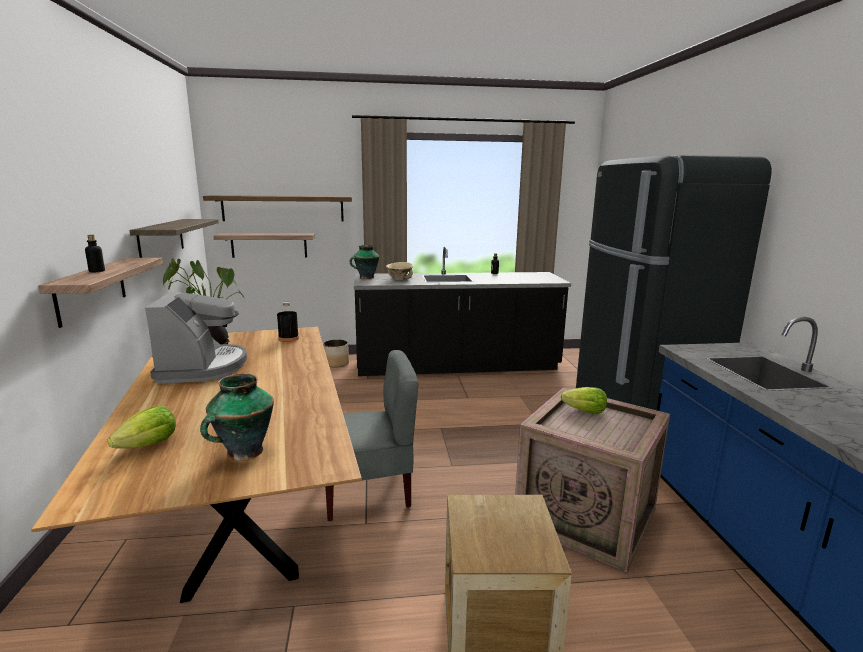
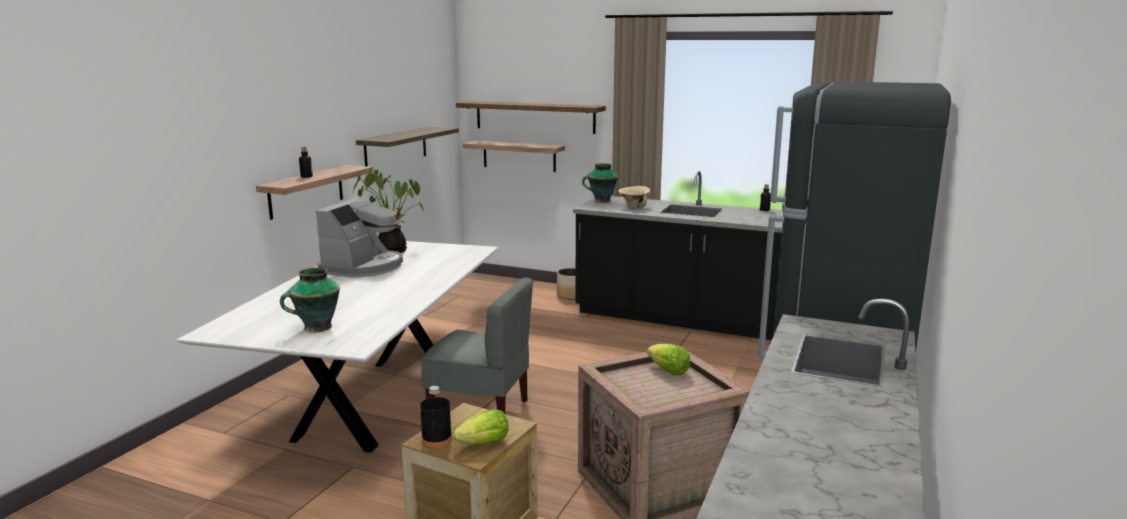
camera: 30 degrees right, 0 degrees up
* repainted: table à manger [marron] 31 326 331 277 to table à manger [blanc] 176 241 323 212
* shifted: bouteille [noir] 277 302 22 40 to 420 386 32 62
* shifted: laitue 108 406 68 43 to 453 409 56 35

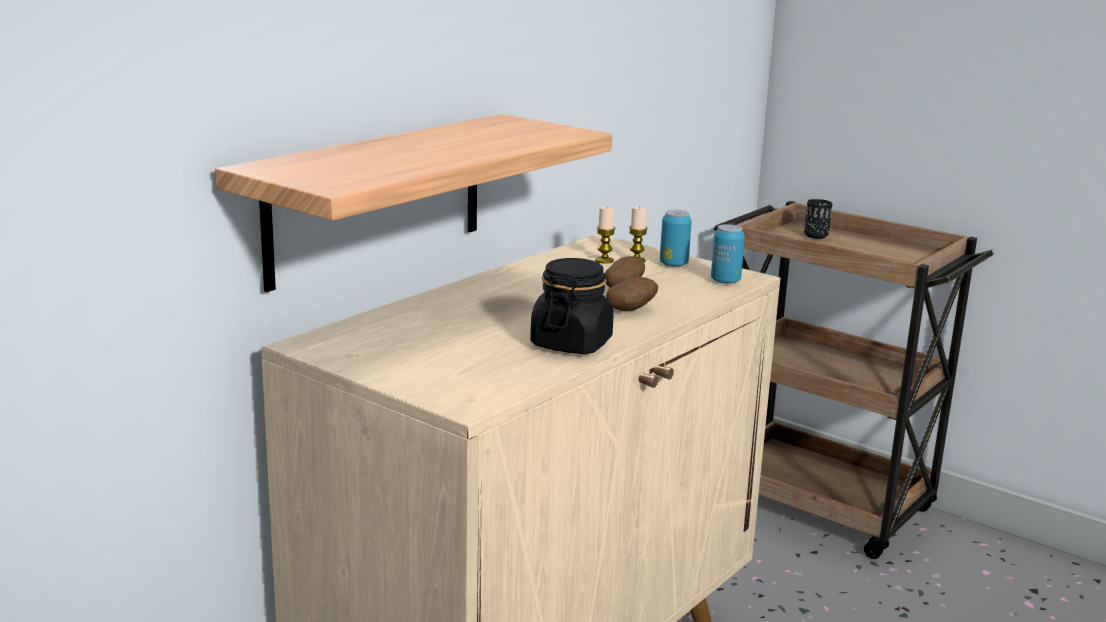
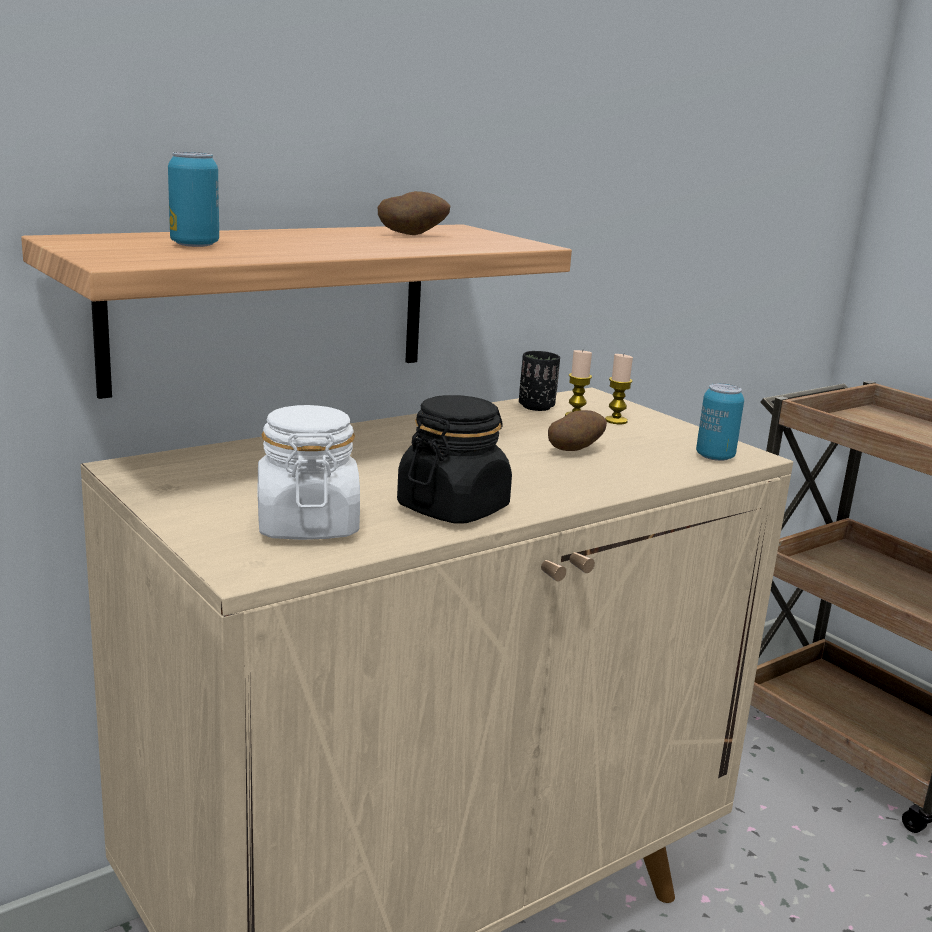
camera: 15 degrees right, 0 degrees up
* shifted: boîte métallique 660 210 32 57 to 168 152 51 95
* new: bocal [blanc] 258 405 102 135
* shifted: pomme de terre 607 277 51 34 to 378 191 72 44
* shifted: tasse [noir] 804 199 28 40 to 519 351 41 60

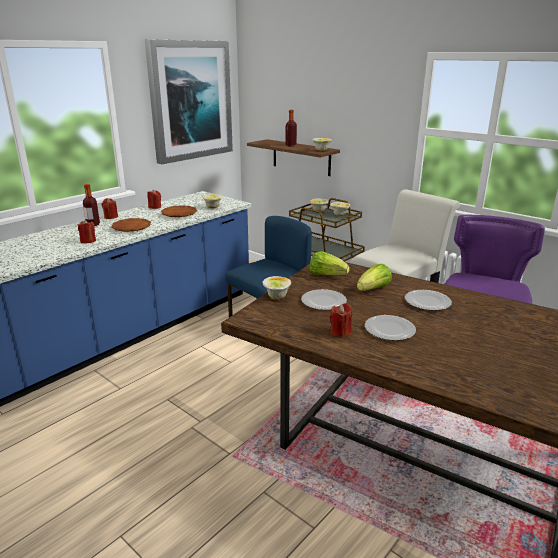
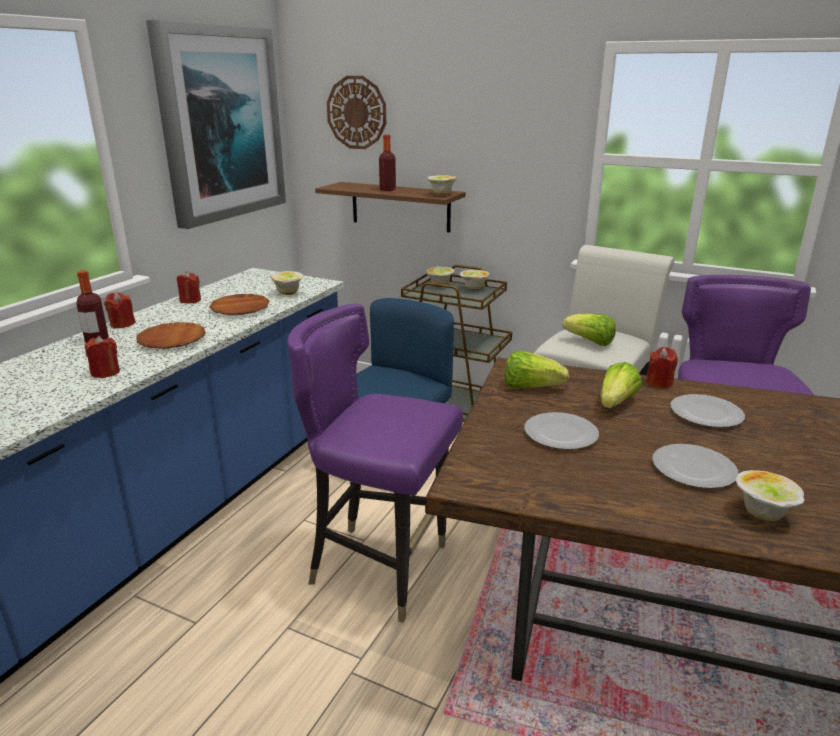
camera: 15 degrees left, 0 degrees up
* new: chaise [violet] 287 303 176 320
* new: horloge murale 327 76 59 73
* new: laitue 563 314 53 32
* shifted: bougie [rouge] 330 303 22 34 to 647 347 31 41
* shifted: bol 262 276 29 24 to 736 470 68 52

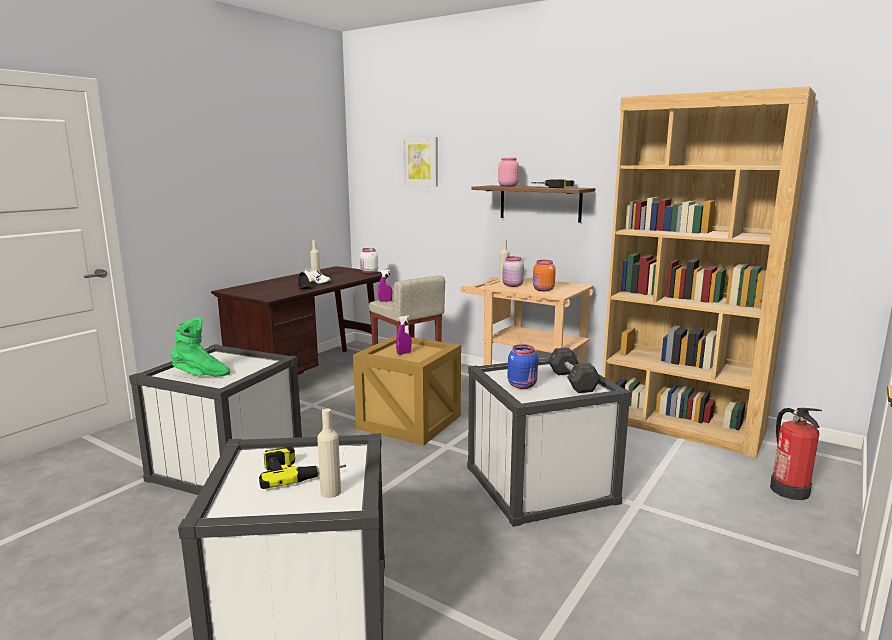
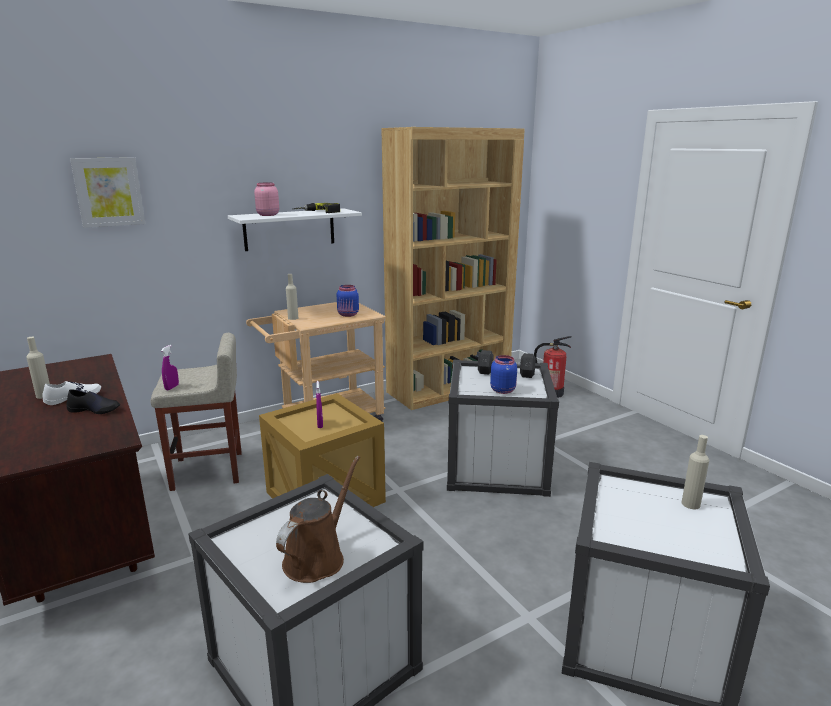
camera: 65 degrees left, 5 degrees up
* repainted: étagère [marron] 471 185 124 38 to étagère [blanc] 228 208 134 43
* swapped: botte [vert] 171 318 59 58 to arrosoir [marron] 276 456 84 127
* repainted: bocal [orange] 533 260 23 31 to bocal [bleu] 337 285 22 32
* gone: perceuse 259 446 87 43
* gone: bocal [blanc] 360 248 18 26
* gone: bocal [rose] 502 256 22 31

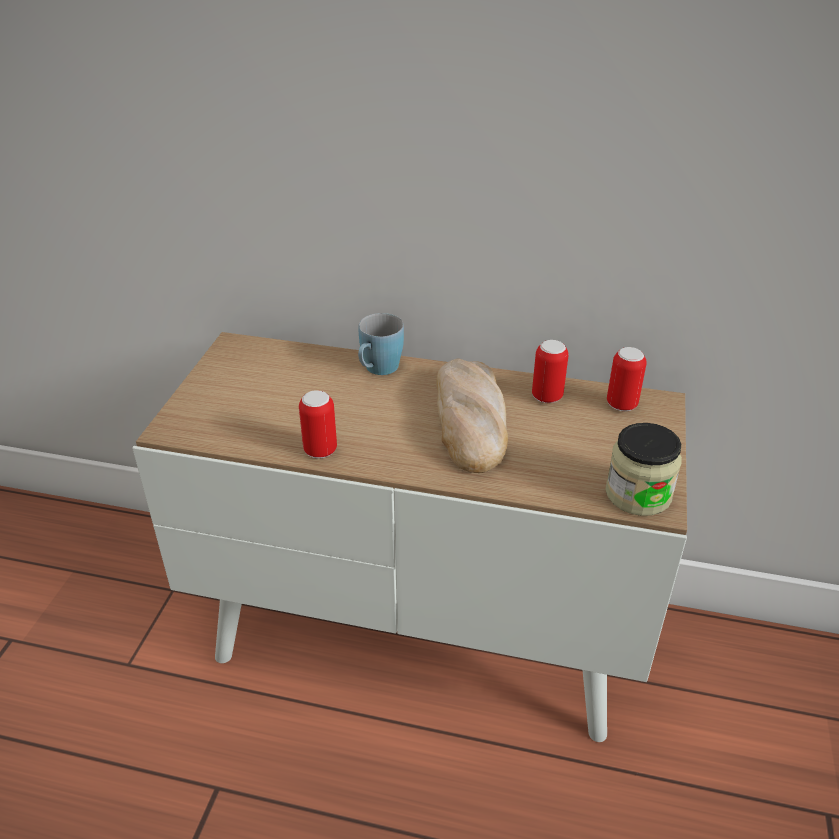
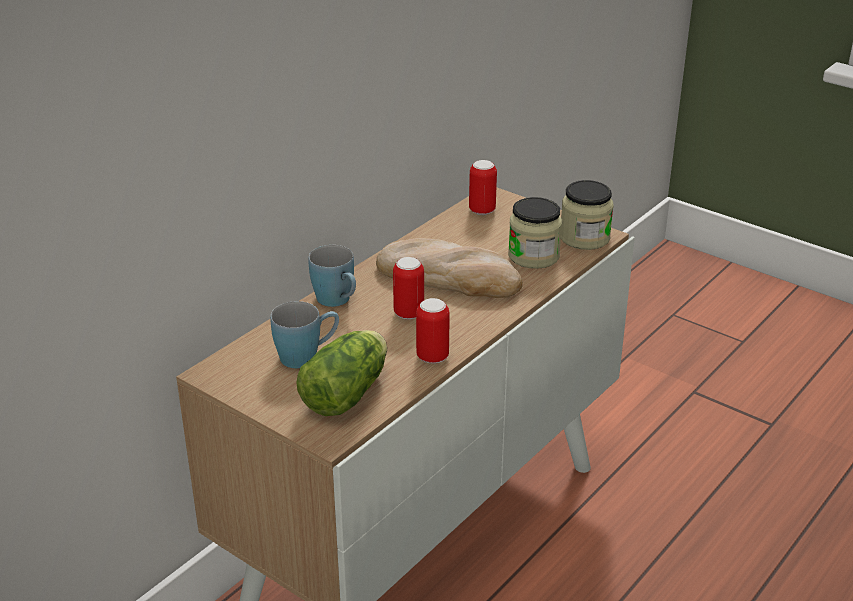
camera: 65 degrees left, 5 degrees down
* new: mug [bleu] 270 301 69 67
* new: laitue 297 330 90 86
* shifted: boîte métallique 532 340 37 63 to 393 257 31 63
* new: bocal 508 197 54 72

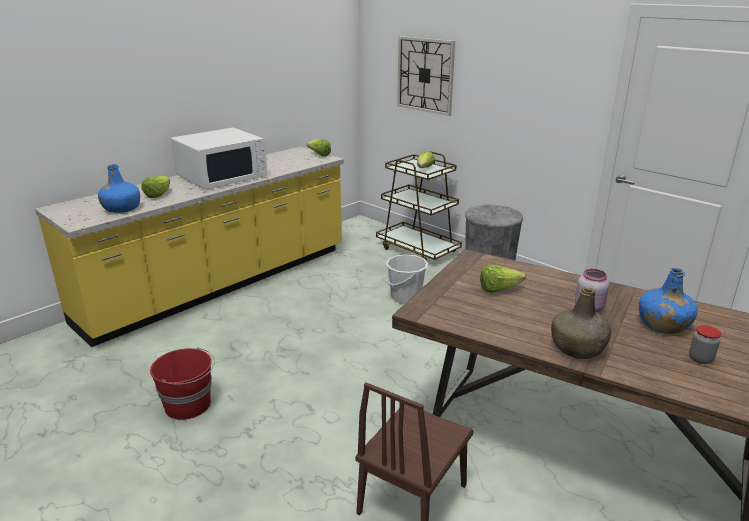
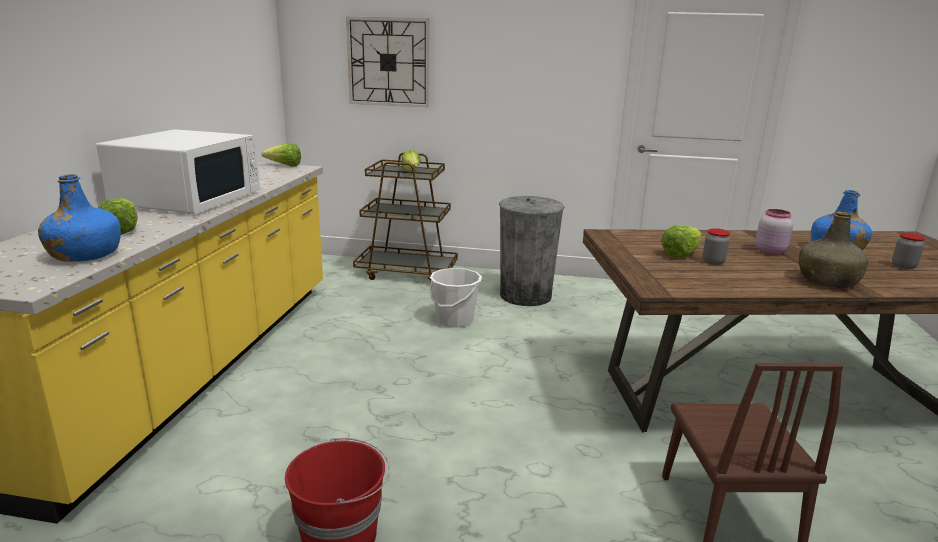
camera: 35 degrees left, 5 degrees down
* new: bocal 703 228 27 37

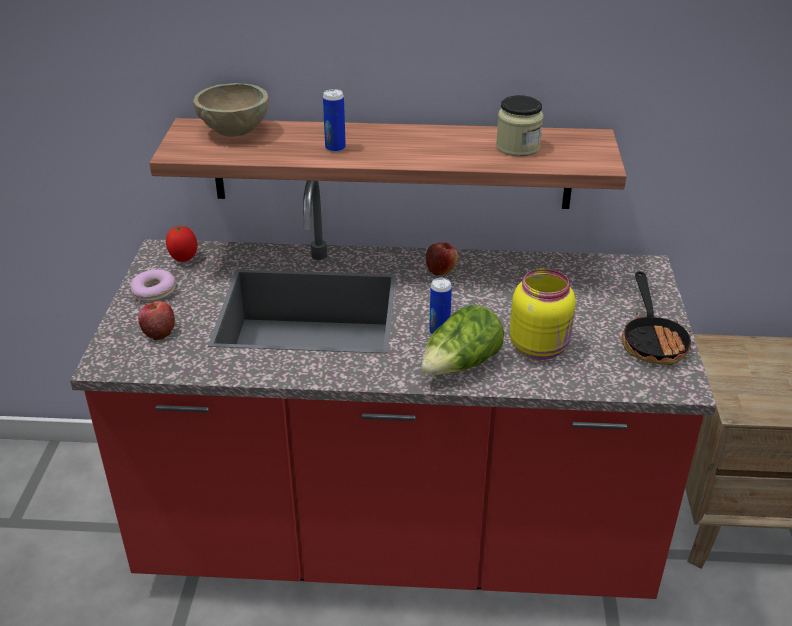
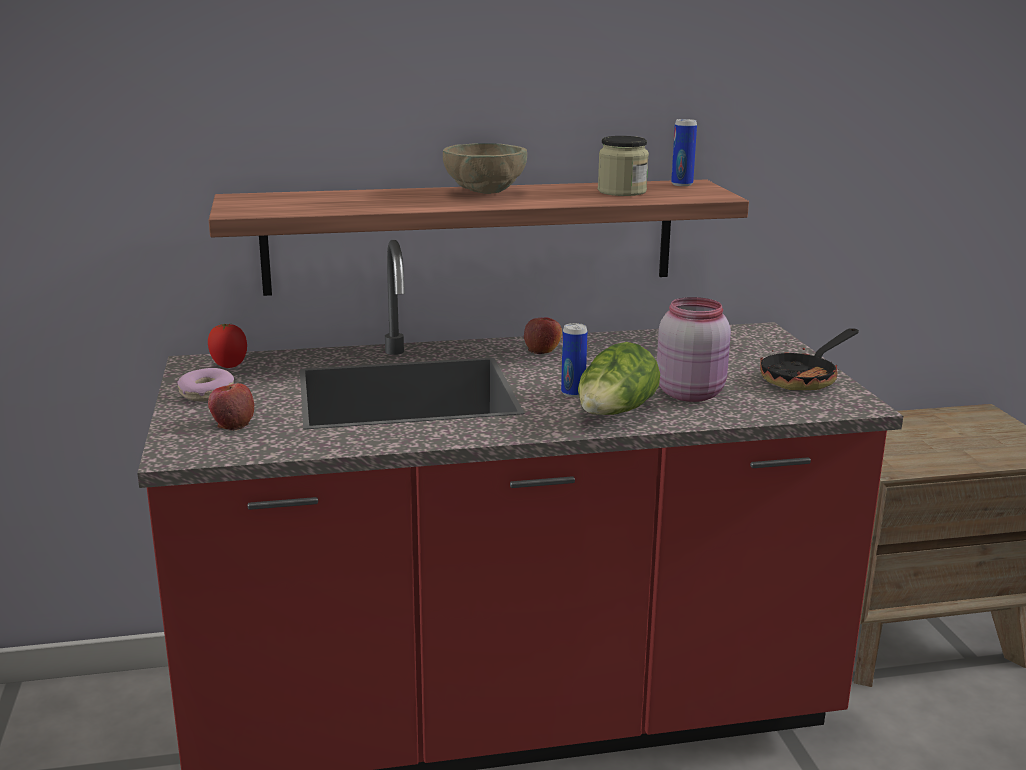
camera: 15 degrees left, 15 degrees down
* shifted: bol [beige] 193 83 76 54 to 443 143 84 51
* repainted: bocal [jaune] 510 268 66 92 to bocal [rose] 657 297 74 105
* shifted: boîte métallique 323 89 23 64 to 671 119 26 67
* rotated: poêle 621 271 74 94 = 760 328 99 62 60 degrees clockwise

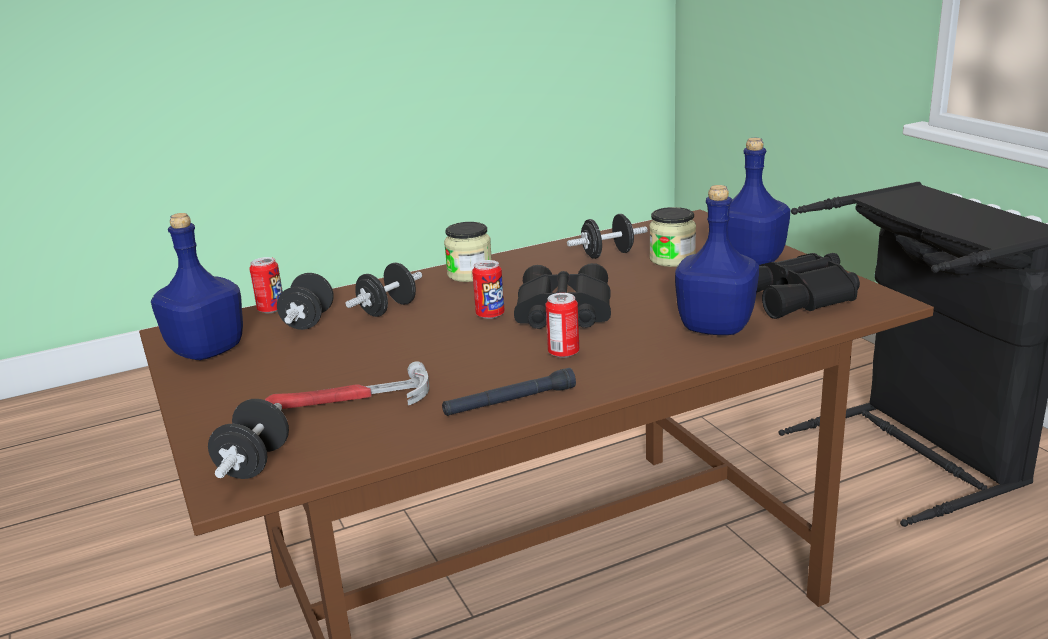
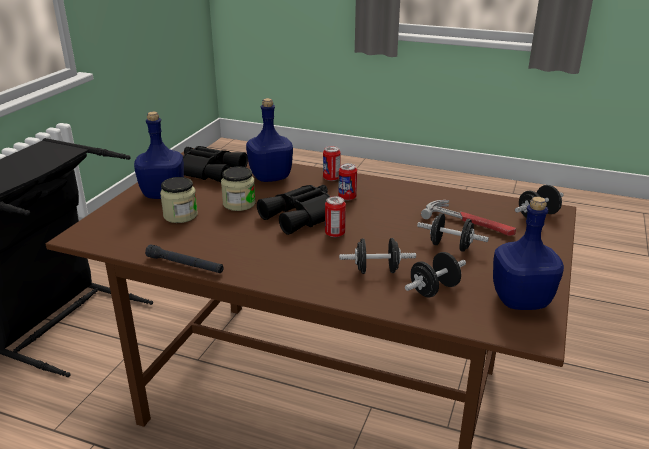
camera: 135 degrees left, 5 degrees up
* shifted: lampe de poche [noir] 442 368 134 48 to 145 244 79 29
* shifted: bocal 444 222 48 60 to 221 166 35 45
* shifted: boîte métallique 249 257 34 56 to 323 146 18 35
* shifted: haltère [noir] 567 214 81 45 to 417 213 72 38

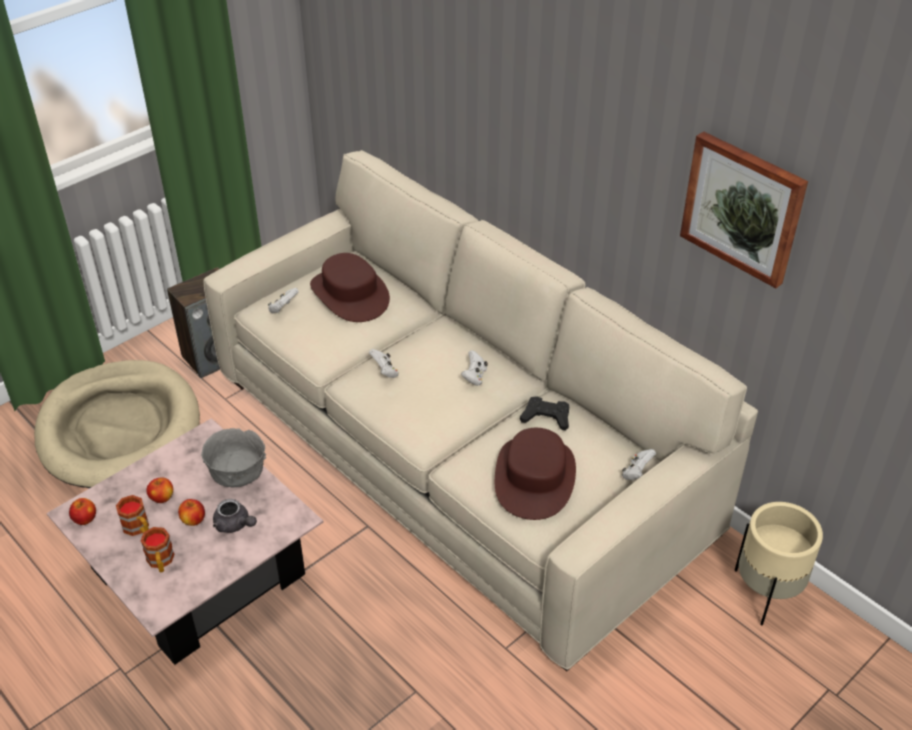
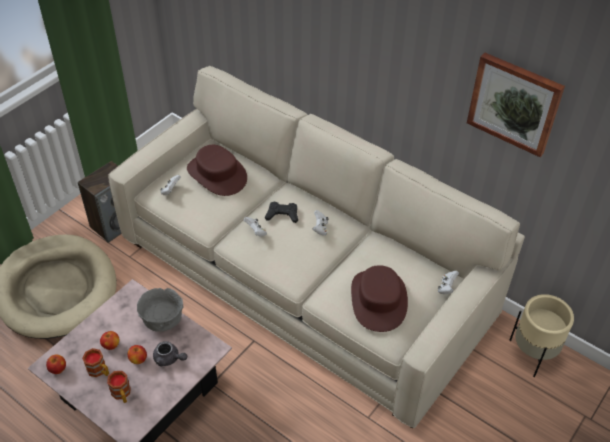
camera: 10 degrees left, 5 degrees up
* shifted: manette [noir] 520 396 49 35 to 265 202 33 21

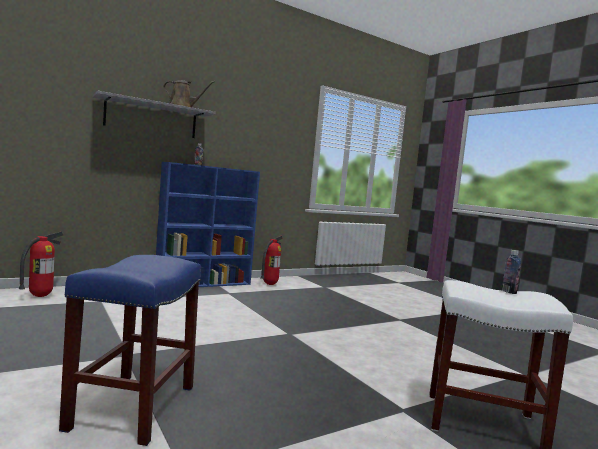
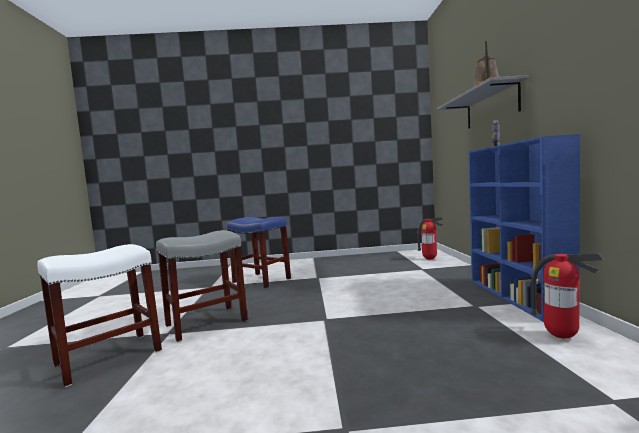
camera: 120 degrees right, 0 degrees up
* new: tabouret [gris] 156 230 92 112
* gone: bouteille 502 250 19 44

